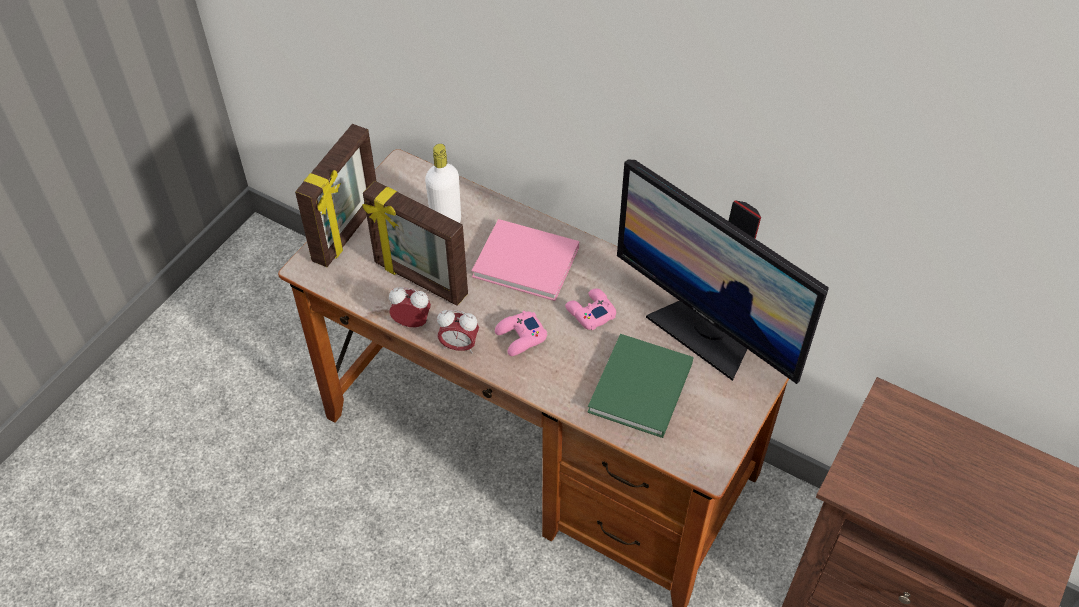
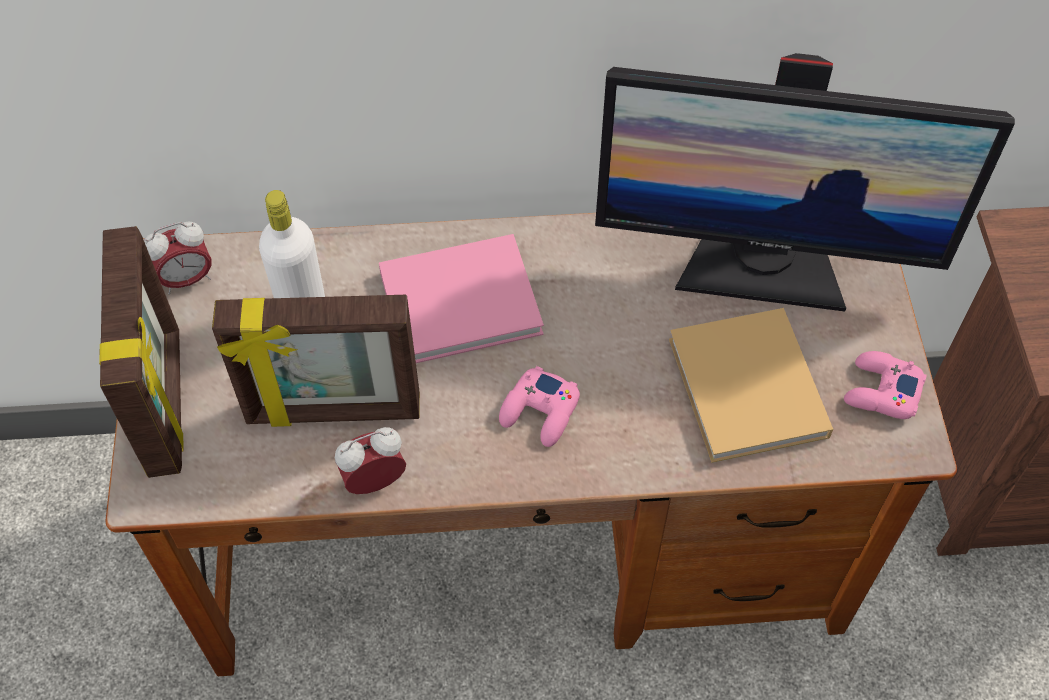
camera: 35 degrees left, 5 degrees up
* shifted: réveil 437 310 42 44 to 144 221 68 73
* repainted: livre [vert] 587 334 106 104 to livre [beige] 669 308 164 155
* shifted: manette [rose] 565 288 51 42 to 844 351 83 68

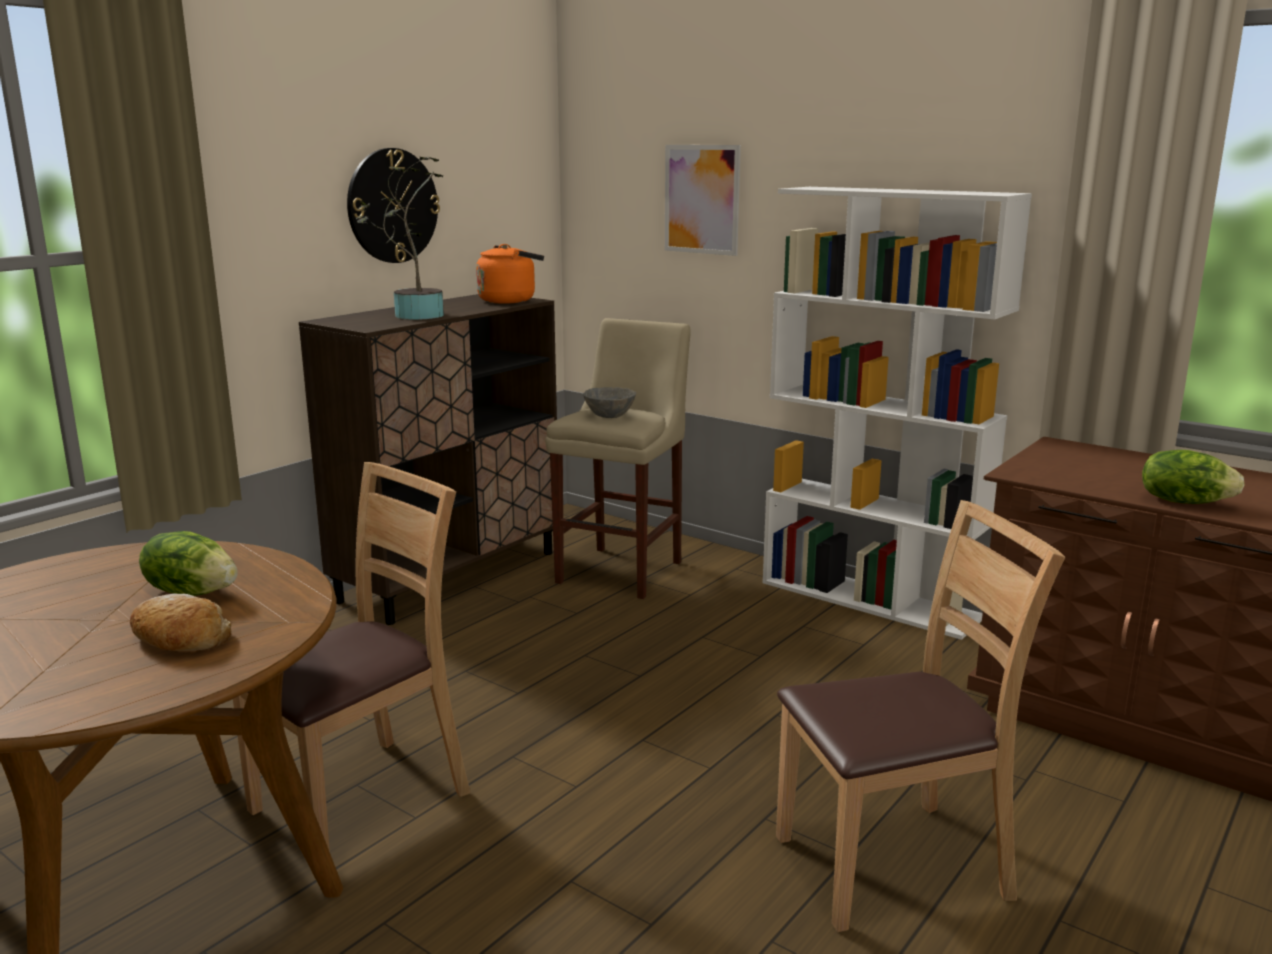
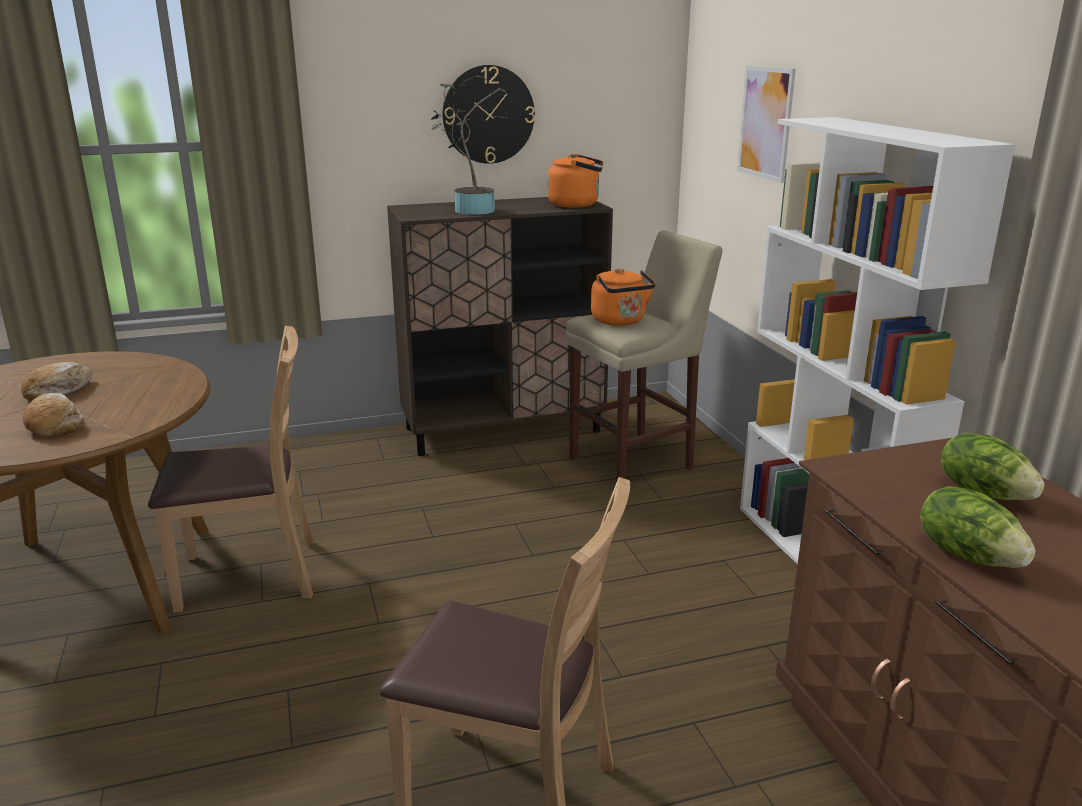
camera: 35 degrees right, 5 degrees up
* new: pain 21 362 72 39
* swapped: bol [gris] 583 387 53 31 to bouilloire [orange] 591 268 65 58
* shifted: laitue 139 531 98 65 to 941 433 104 67

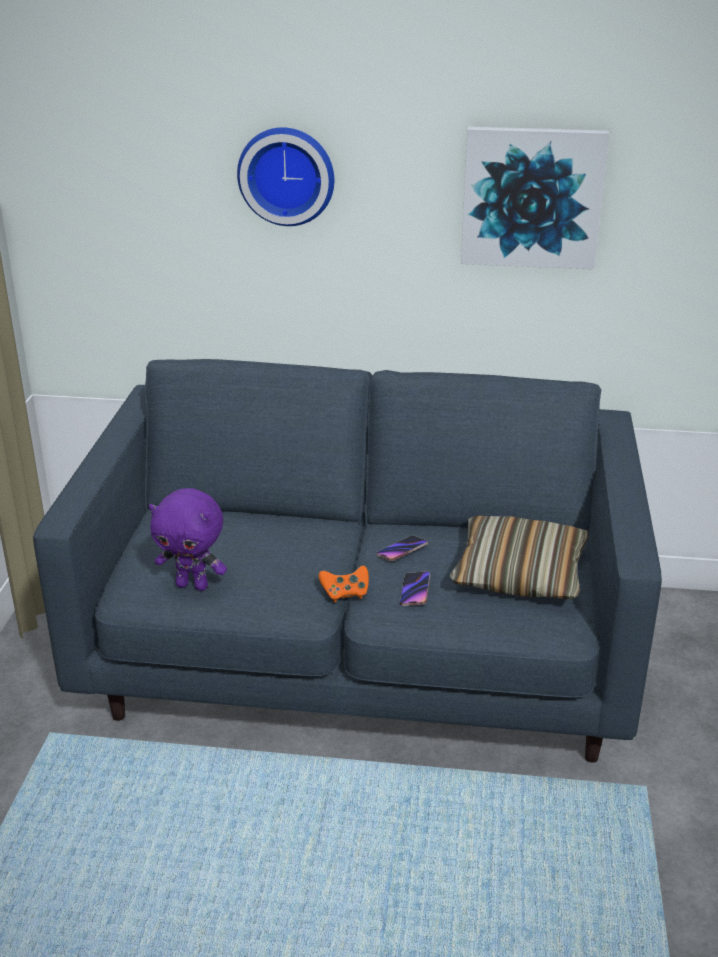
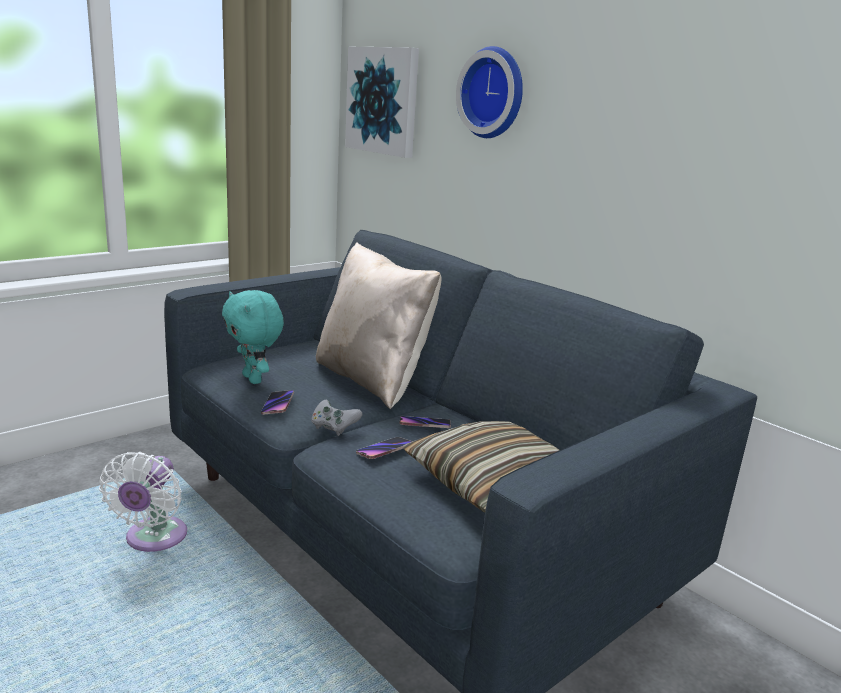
camera: 40 degrees right, 10 degrees down
* new: ventilateur [blanc] 99 452 88 100
* repainted: peluche [violet] 149 488 78 103 to peluche [turquoise] 222 290 62 94
* new: téléphone 261 390 33 25
* repainted: manette [orange] 319 566 50 36 to manette [gris] 311 400 51 36
* new: coussin [beige] 316 242 126 167
* shifted: tableau 461 127 148 142 to 345 47 74 111

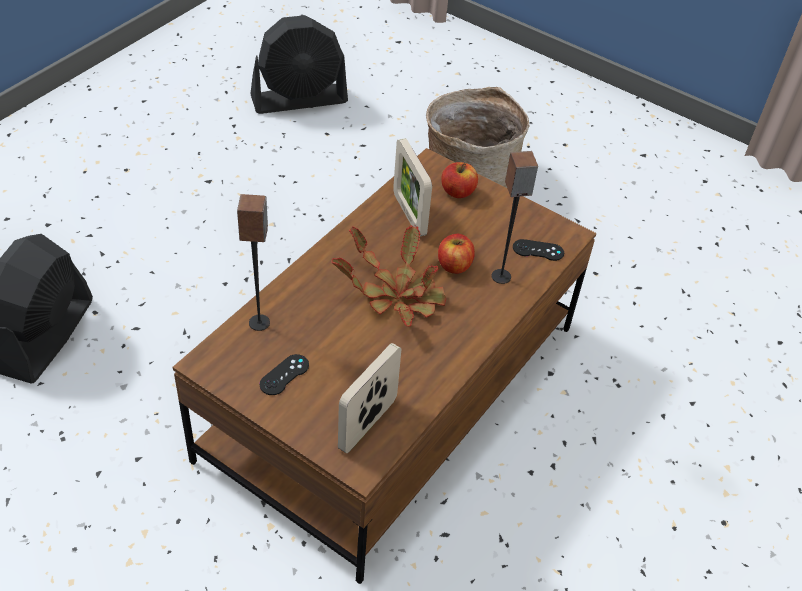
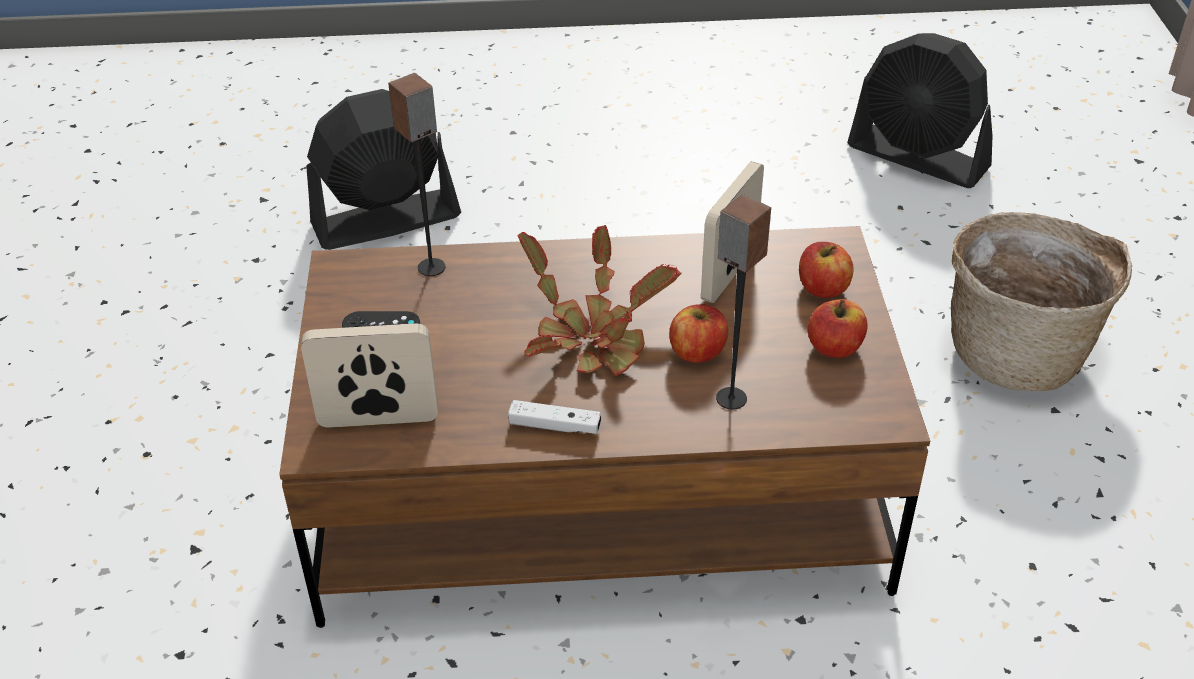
camera: 55 degrees right, 5 degrees down
* new: manette [blanc] 508 400 93 34
* new: pomme 808 299 60 59
* gone: manette [noir] 513 239 51 22

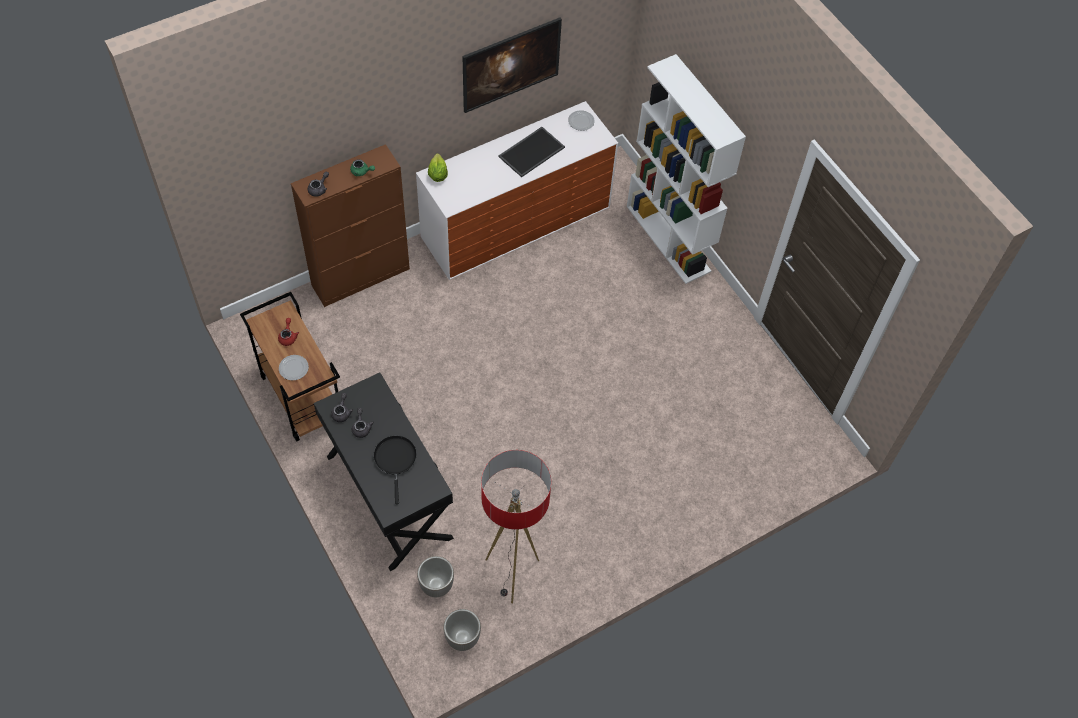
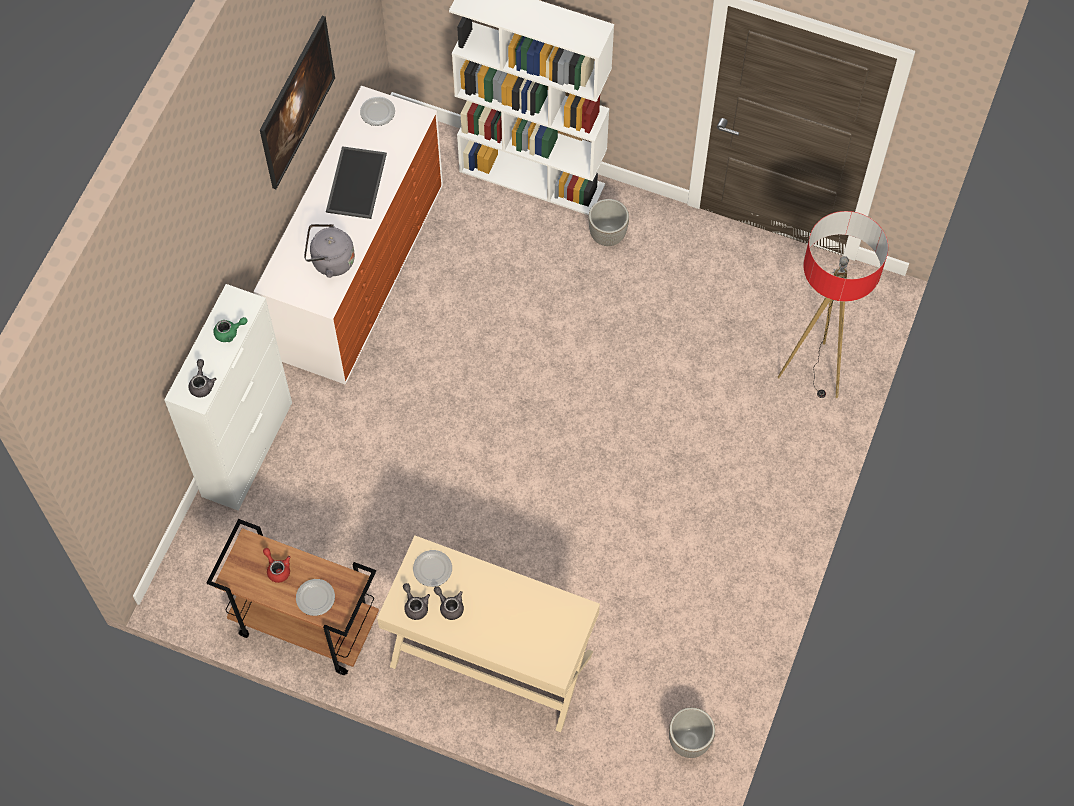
camera: 35 degrees left, 5 degrees up
* repainted: meuble de rangement [marron] 291 144 119 163 to meuble de rangement [blanc] 164 284 128 226
* new: bouilloire [gris] 304 224 51 54
* repainted: table console [noir] 314 372 140 199 to table console [beige] 377 536 223 196
* new: assiette 413 550 39 37
* shifted: cache-pot 417 556 37 41 to 588 199 41 47
* shifted: lampadaire 481 450 70 153 to 778 211 110 187
* gone: poêle [noir] 373 435 44 69
* gone: laitue 428 153 20 29

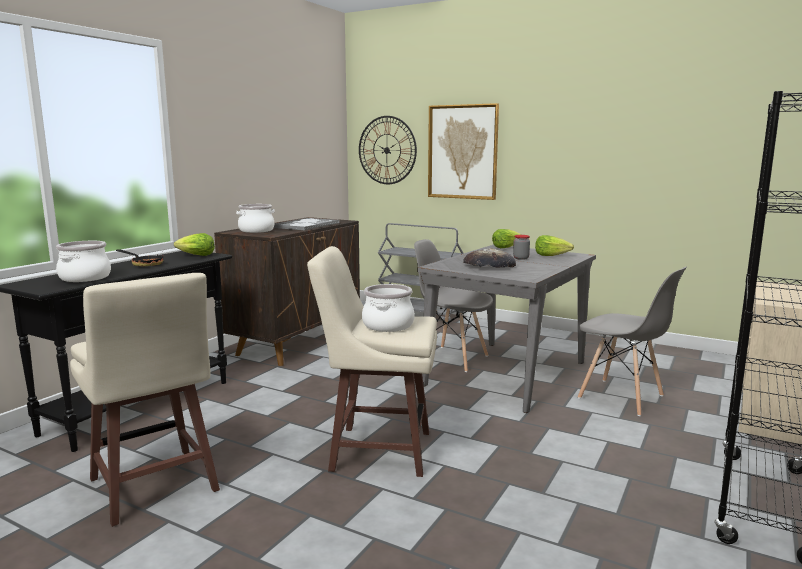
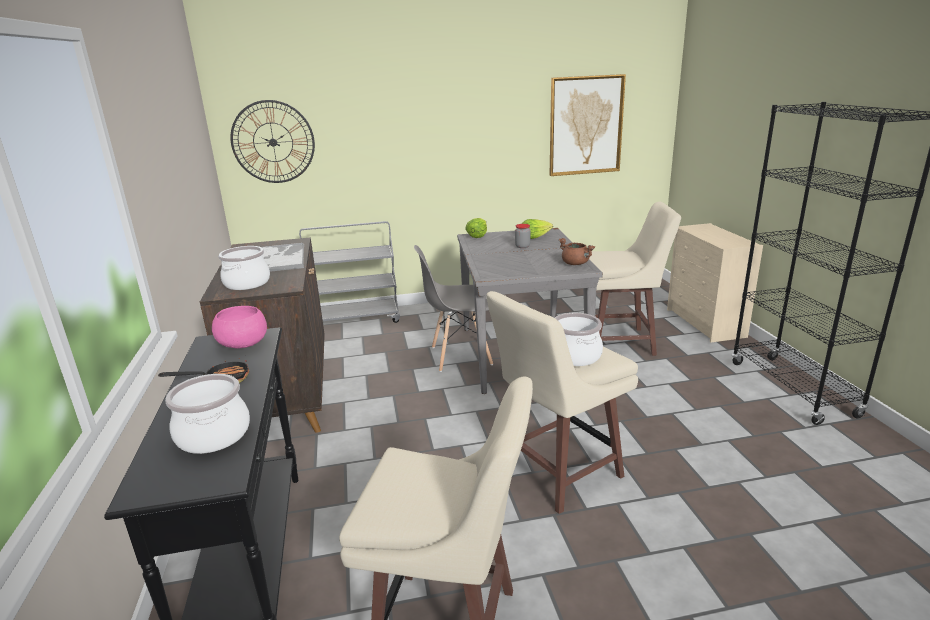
camera: 40 degrees left, 10 degrees up
* swapped: laitue 174 233 41 23 to bol [rose] 212 306 55 43
* shifted: tableau 428 103 71 97 to 549 74 77 102
* new: marmite [marron] 558 238 37 27
* swapped: chaise [gris] 578 266 109 150 to tabouret [beige] 589 202 92 154
* gone: pain 463 248 53 19

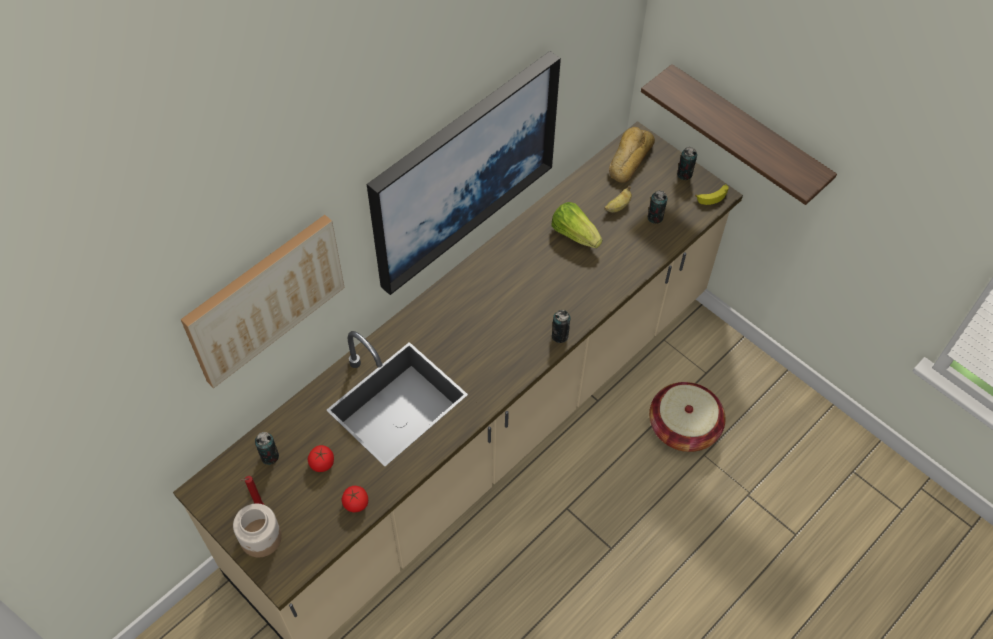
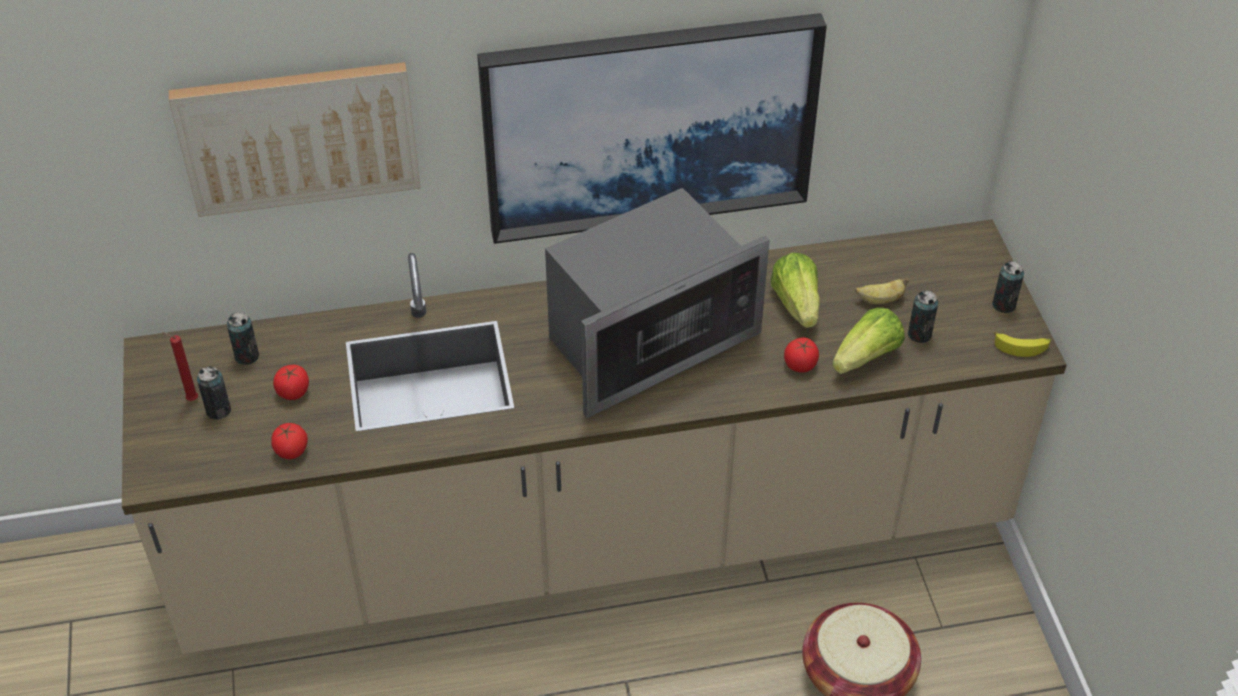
camera: 35 degrees right, 10 degrees down
* shifted: boîte métallique 552 310 19 33 to 197 366 34 54
* new: micro-ondes 545 188 225 230
* new: tomate 784 337 35 36
* new: laitue 832 307 73 67
* gone: bocal 233 503 49 54
* gone: pain 609 127 46 56
* gone: étagère 641 64 196 141

